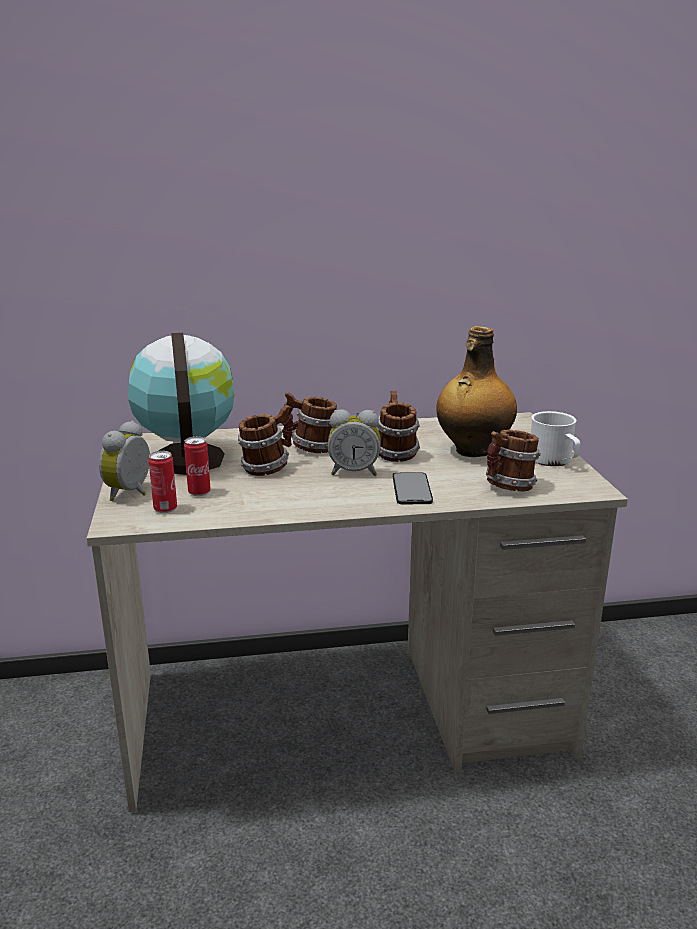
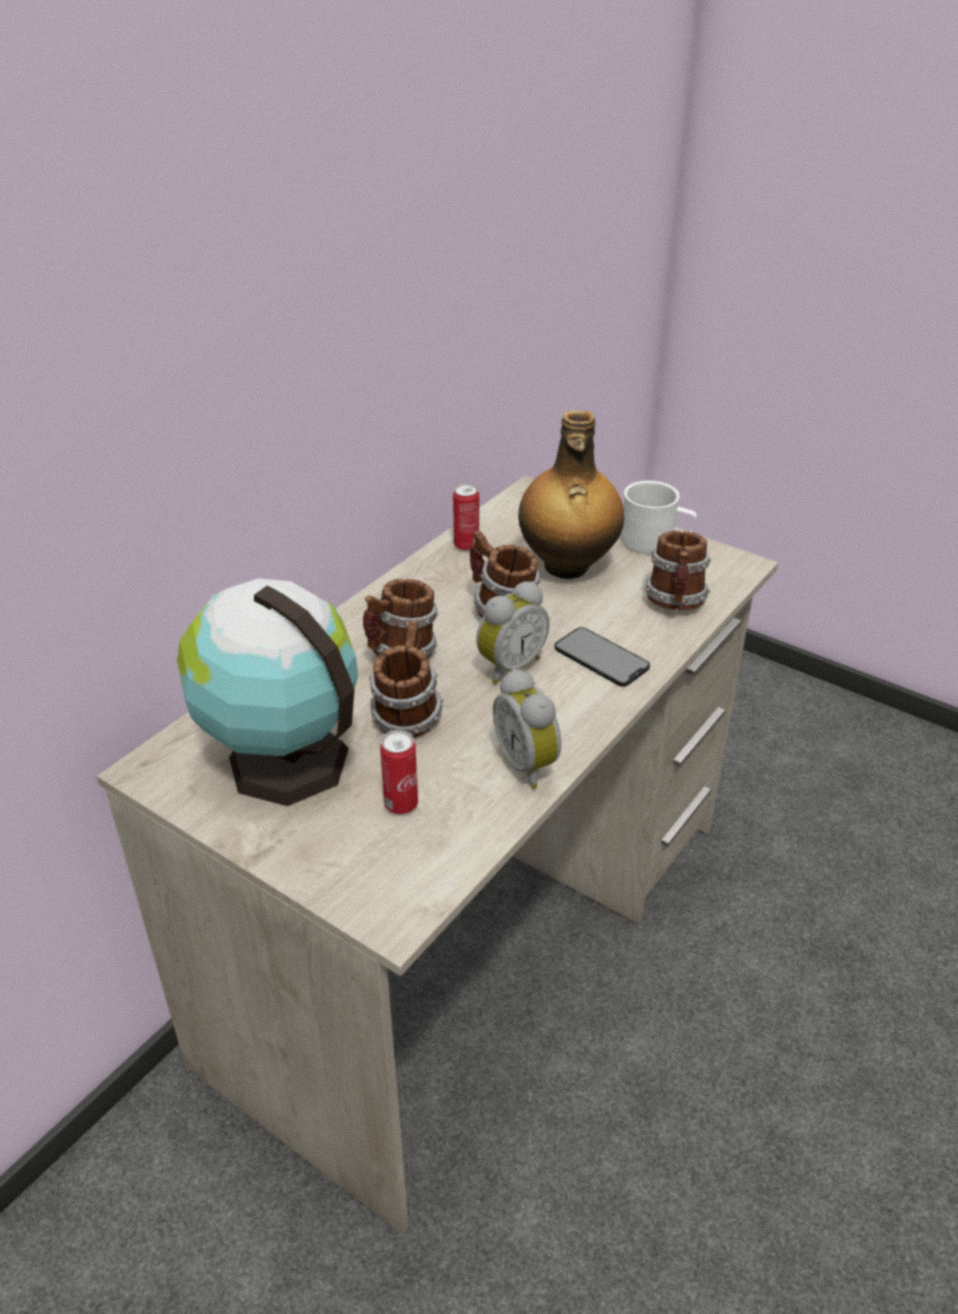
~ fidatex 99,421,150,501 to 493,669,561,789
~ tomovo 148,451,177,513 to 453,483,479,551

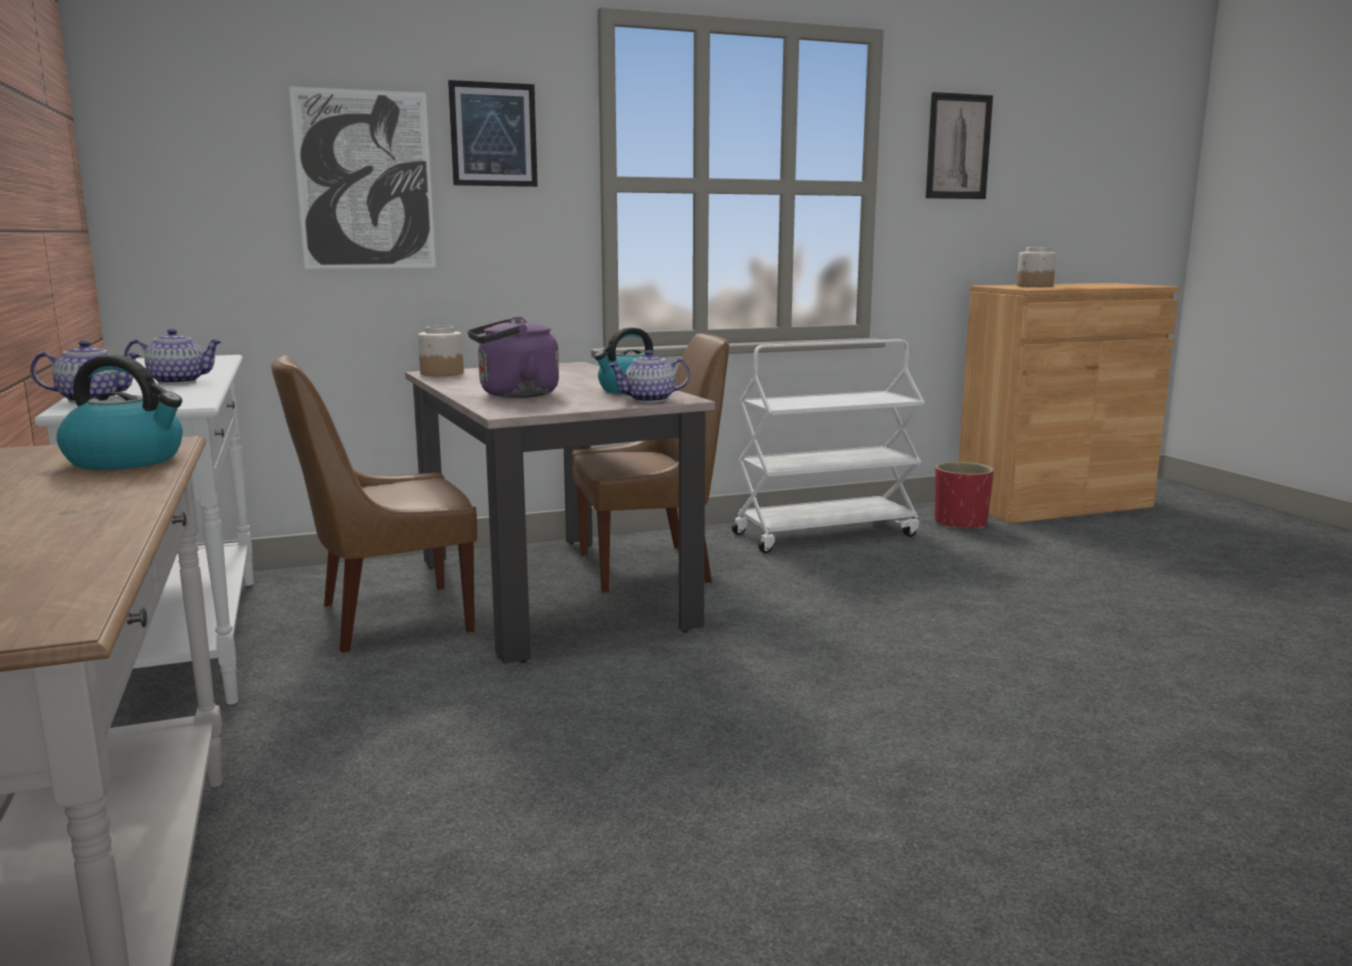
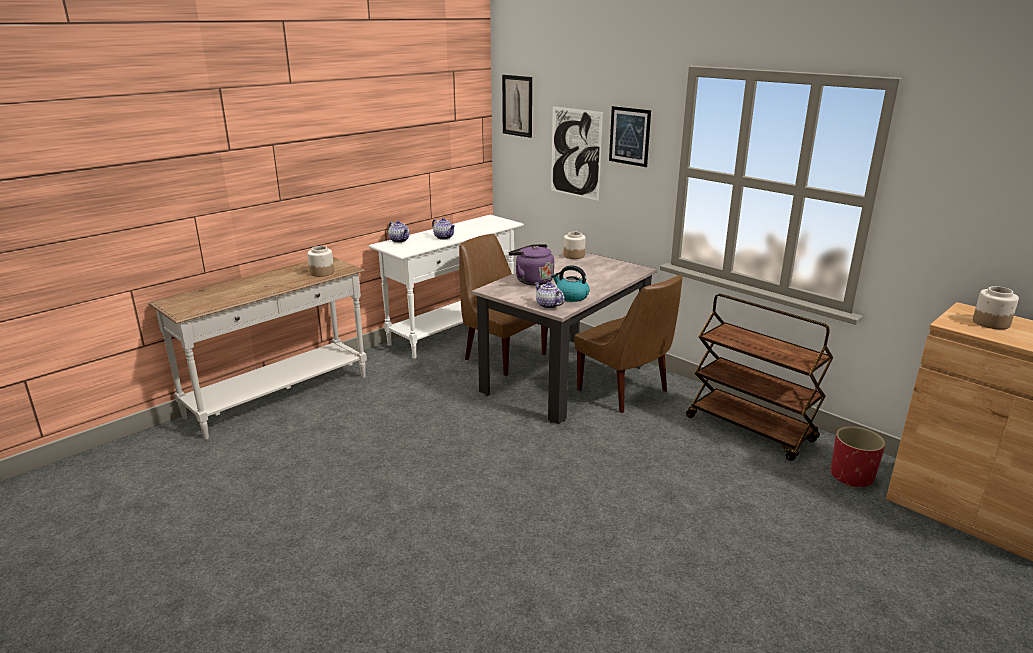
~ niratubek 926,92,993,199 to 502,75,532,138
~ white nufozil 732,339,925,553 to brown nufozil 686,294,833,461
~ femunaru 57,355,183,470 to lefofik 307,246,334,277

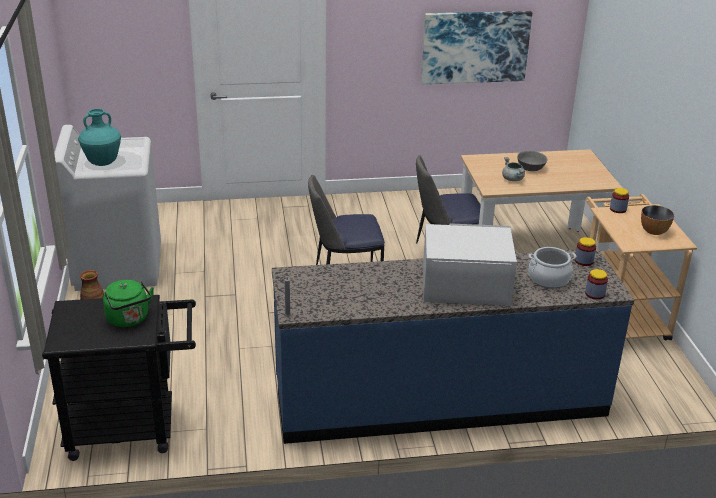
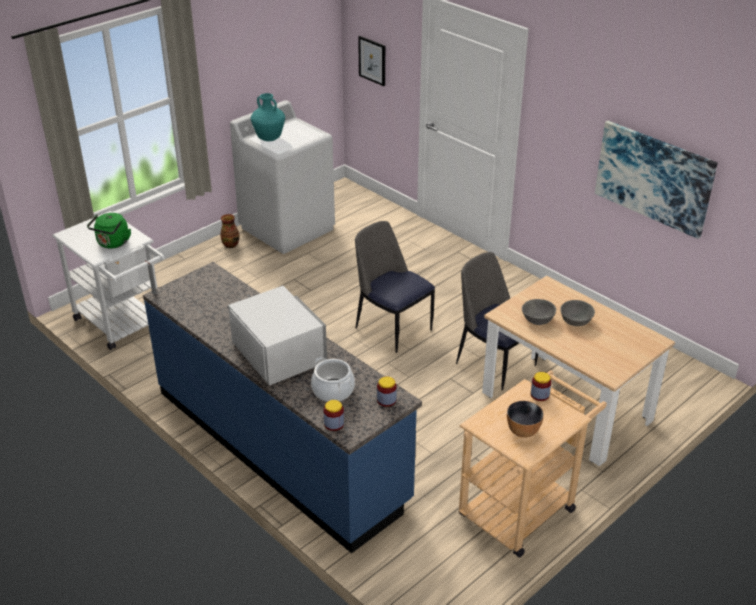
~ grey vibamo 502,157,525,181 to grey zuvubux 522,299,556,325
~ black nufozil 42,295,196,461 to white nufozil 52,211,165,350
+ niratubek 358,36,385,86

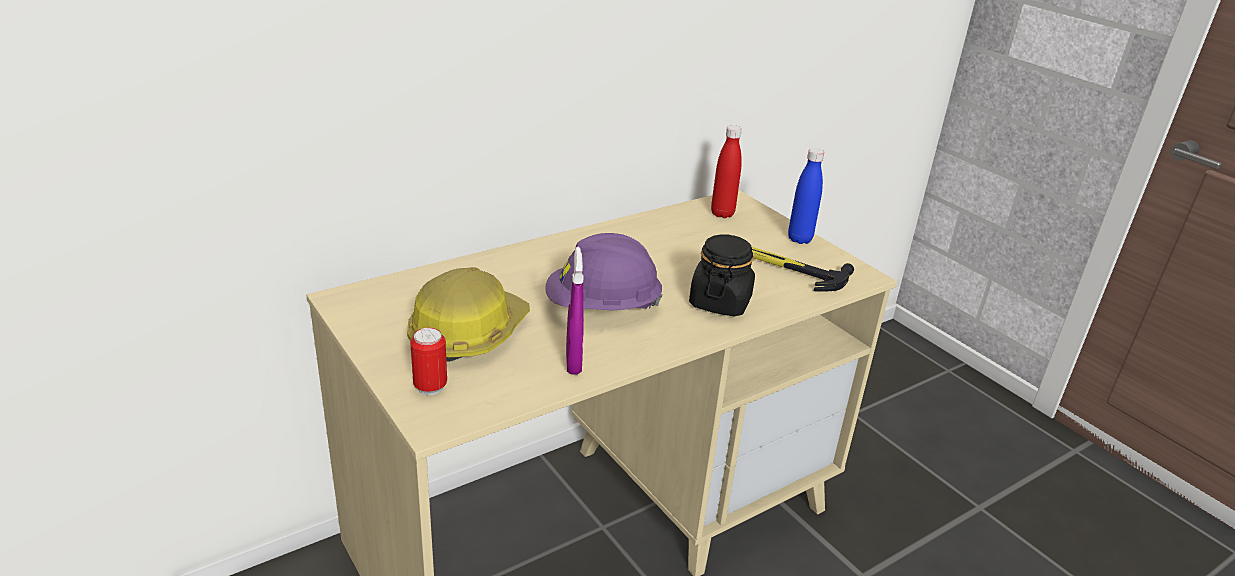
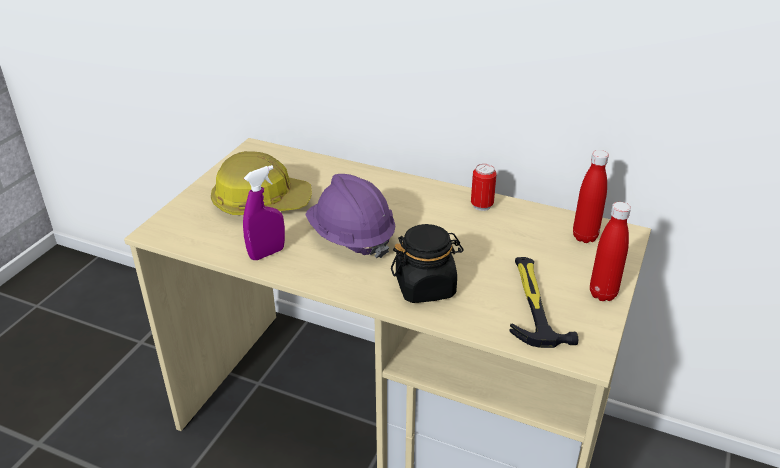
~ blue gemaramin 788,148,824,244 to red gemaramin 590,202,631,301
~ tomovo 410,327,447,395 to 471,164,497,211

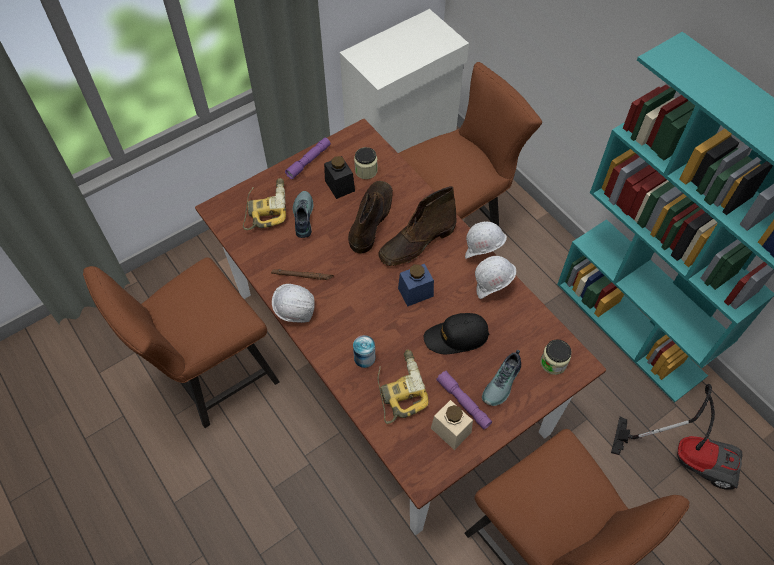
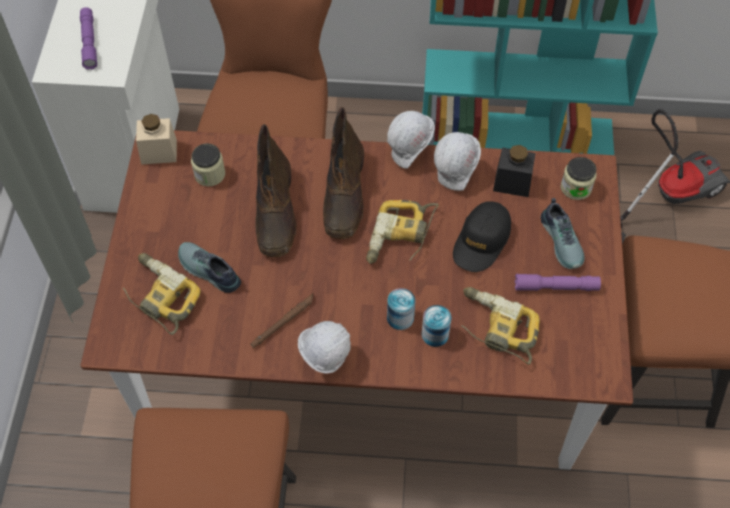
~ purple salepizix 285,138,331,179 to 80,7,97,70
~ black lefofik 324,156,355,199 to 493,145,536,197
~ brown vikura 348,181,393,254 = 255,124,296,257 150 degrees counterclockwise
~ blue lefofik 398,264,434,307 to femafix 366,200,439,264
~ beige lefofik 431,400,473,450 to 136,114,177,165
+ tomovo 387,288,415,330

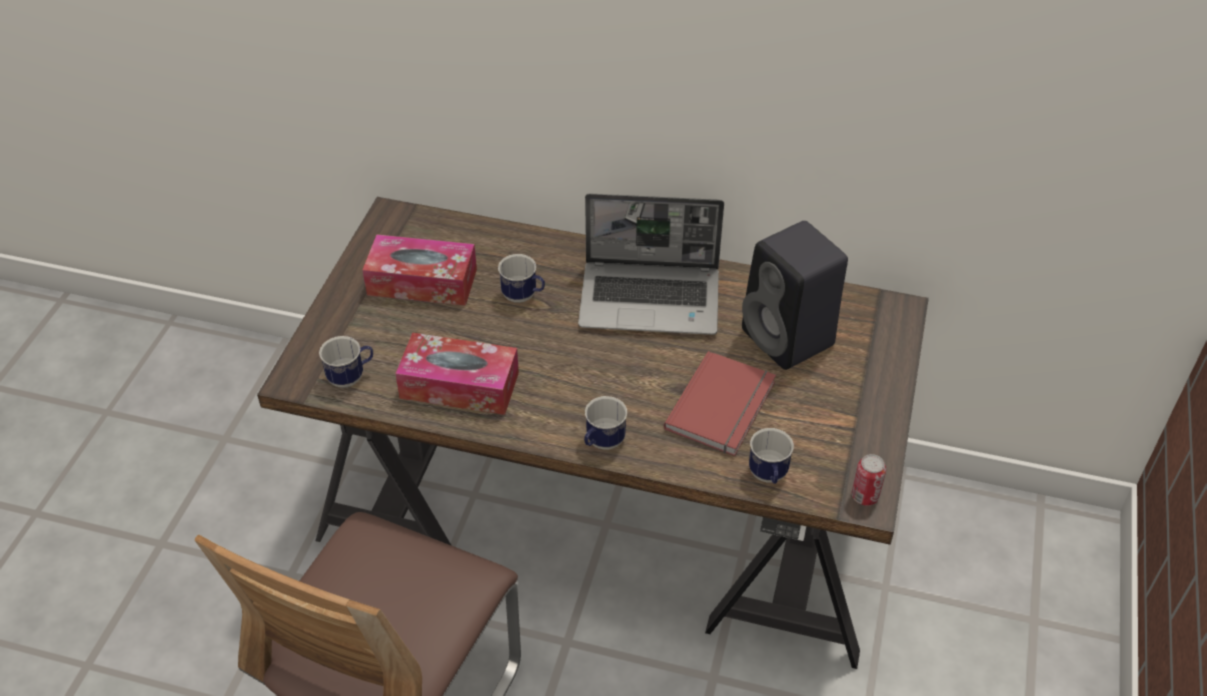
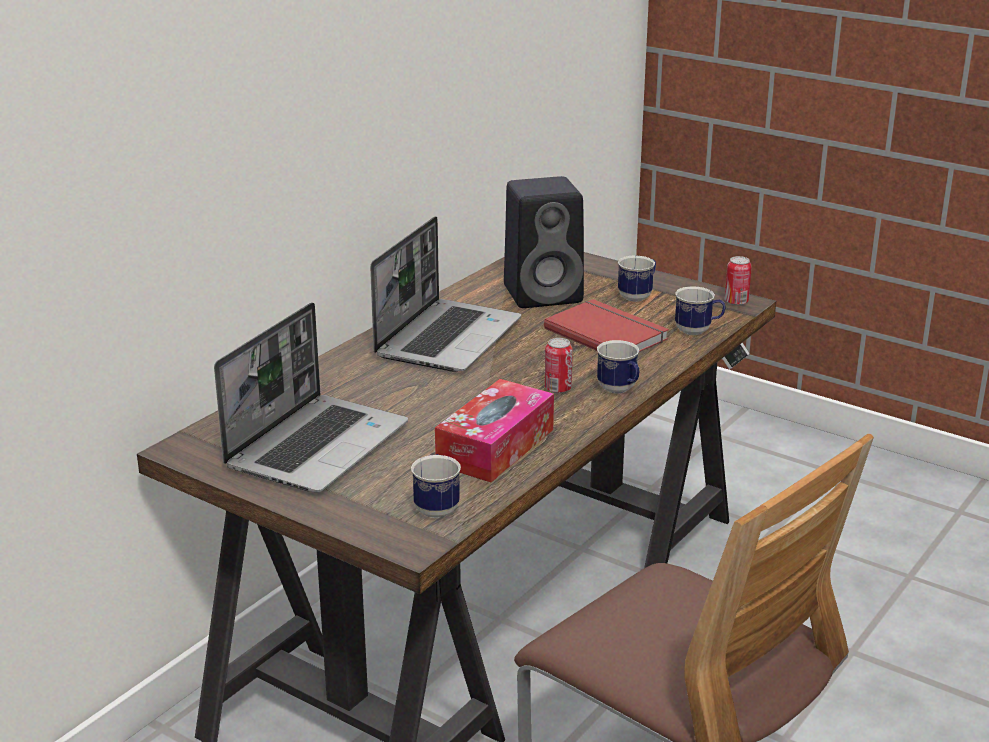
~ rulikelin 362,234,477,306 to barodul 214,302,408,492
~ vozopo 498,254,545,303 to 618,255,656,302
+ tomovo 545,338,573,393

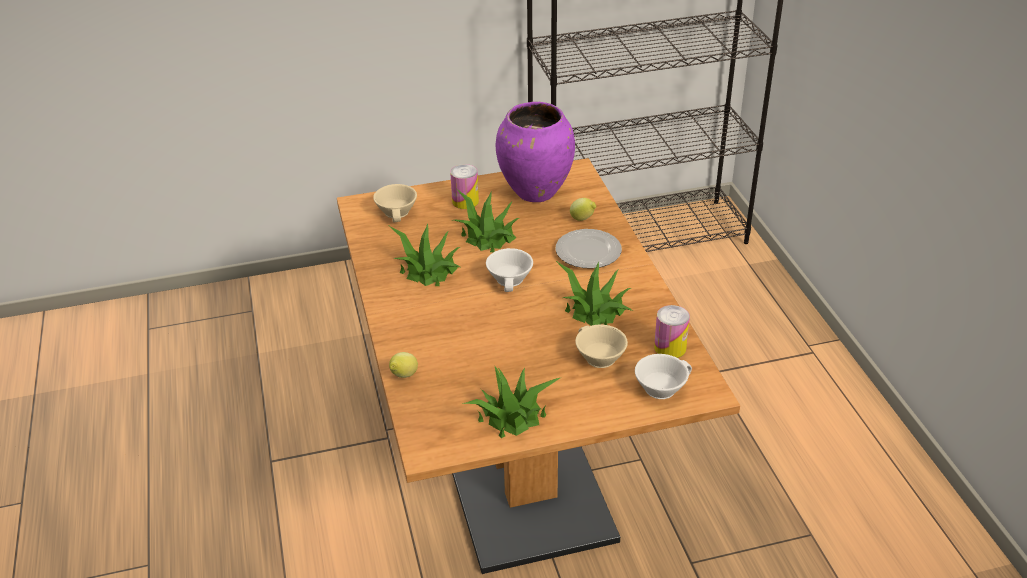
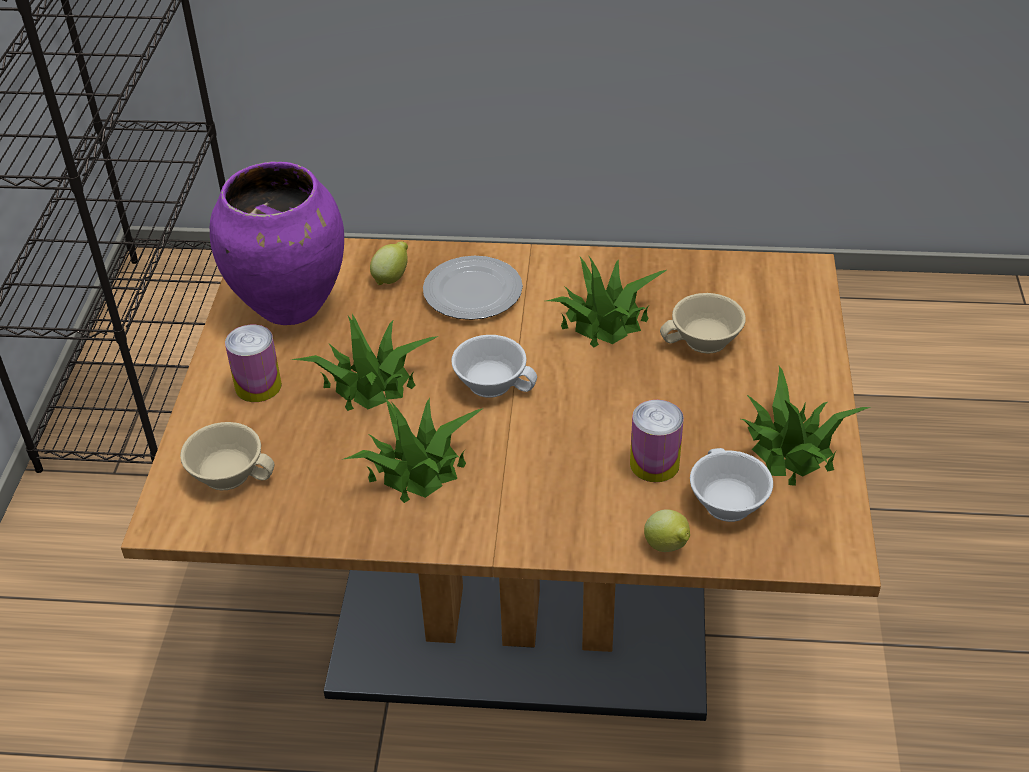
~ tomovo 654,305,690,358 to 630,400,684,482
~ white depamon 635,354,692,399 to 690,448,773,522

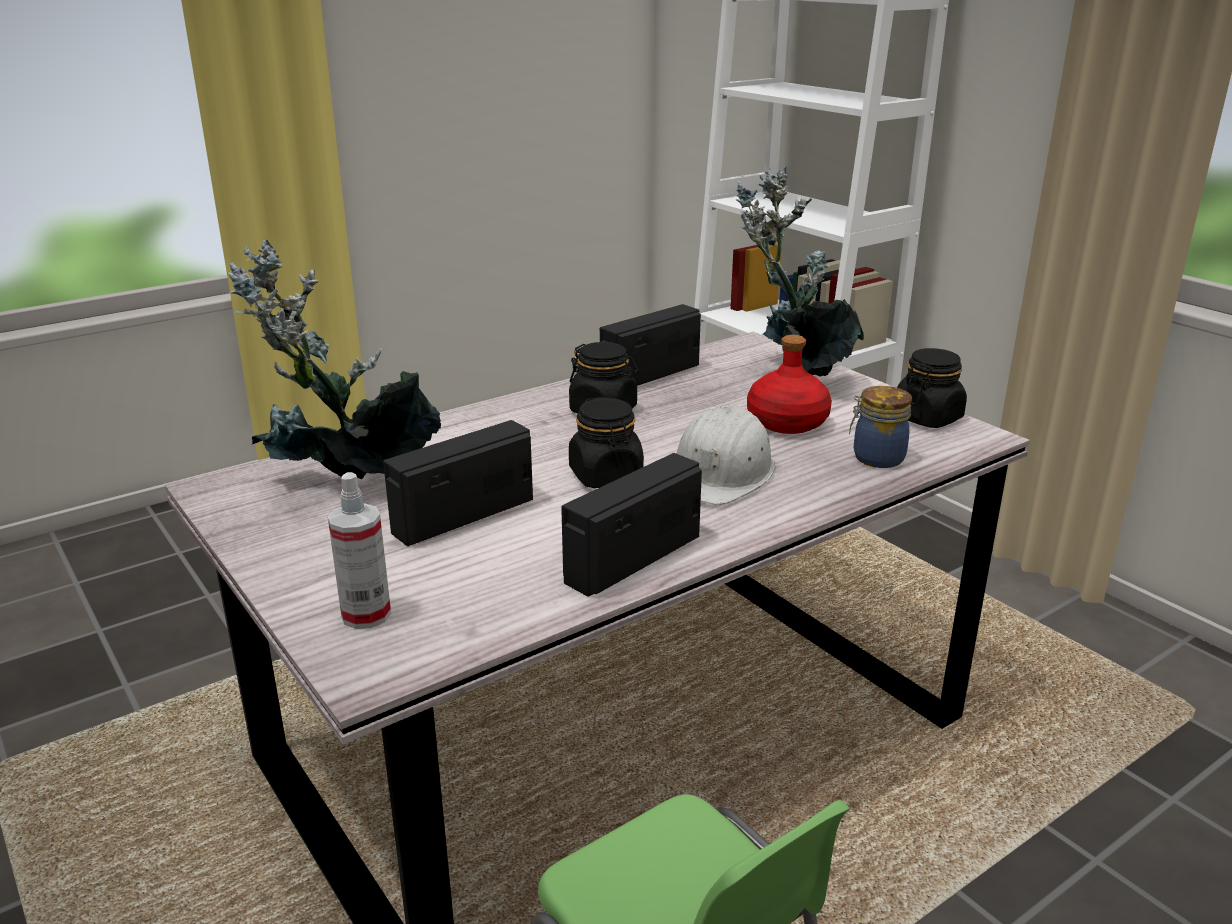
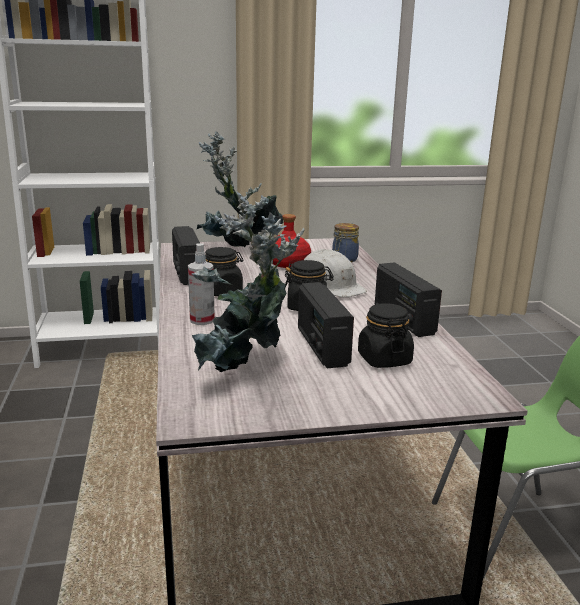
~ black lefofik 897,348,967,428 to 358,303,414,368
~ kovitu 328,472,391,629 to 188,243,215,325

